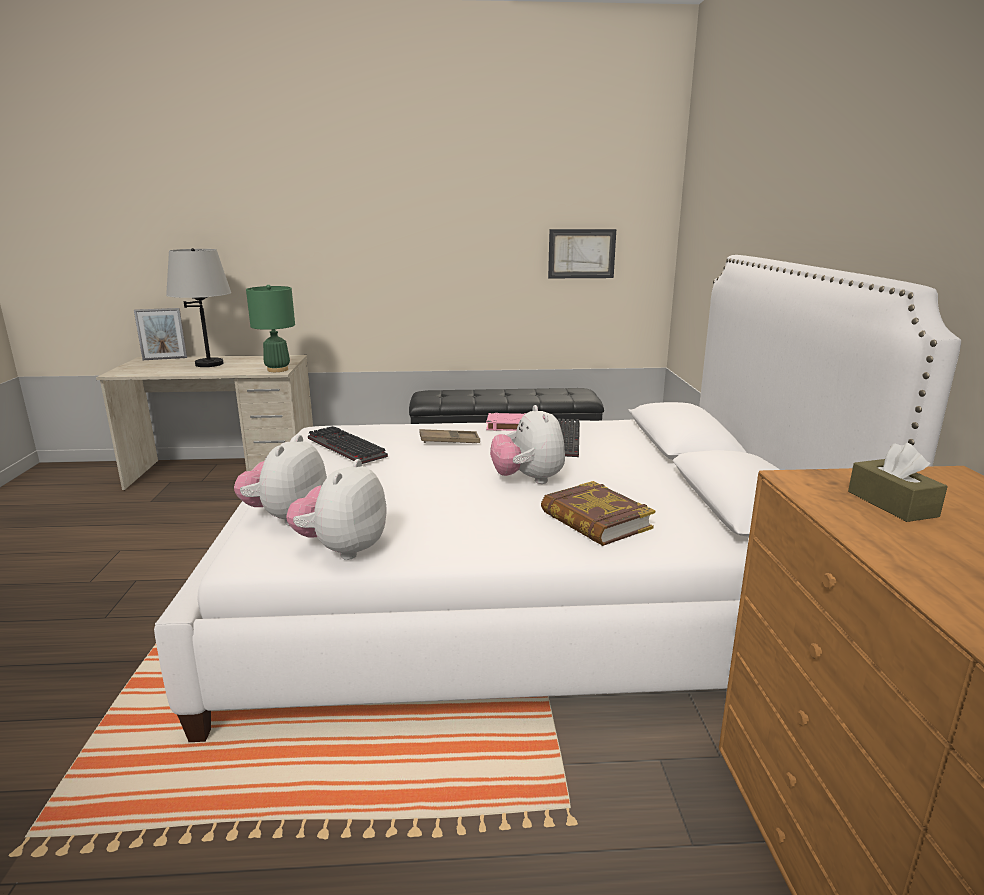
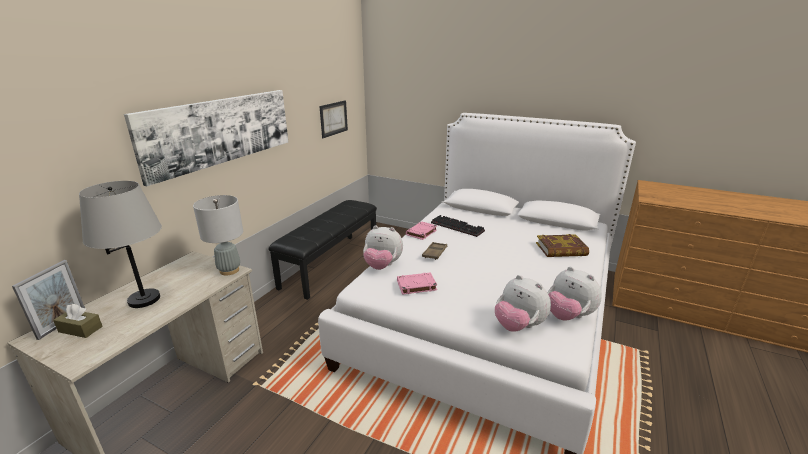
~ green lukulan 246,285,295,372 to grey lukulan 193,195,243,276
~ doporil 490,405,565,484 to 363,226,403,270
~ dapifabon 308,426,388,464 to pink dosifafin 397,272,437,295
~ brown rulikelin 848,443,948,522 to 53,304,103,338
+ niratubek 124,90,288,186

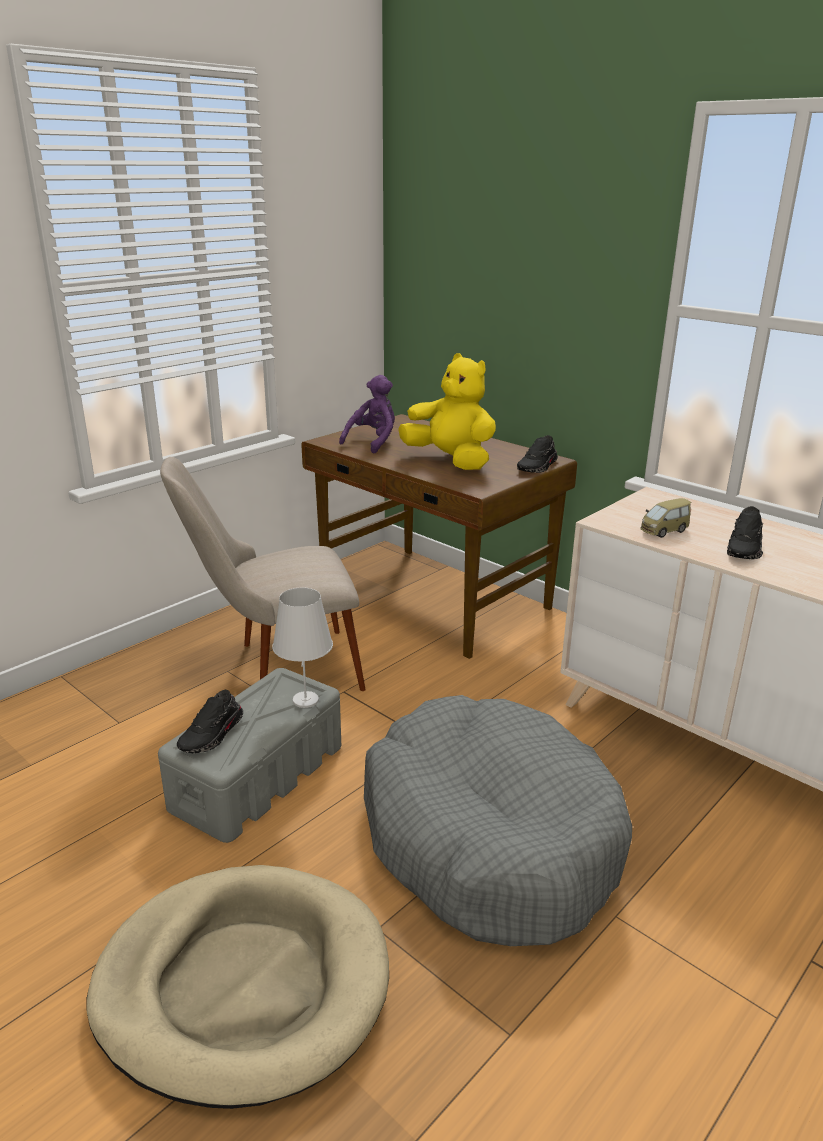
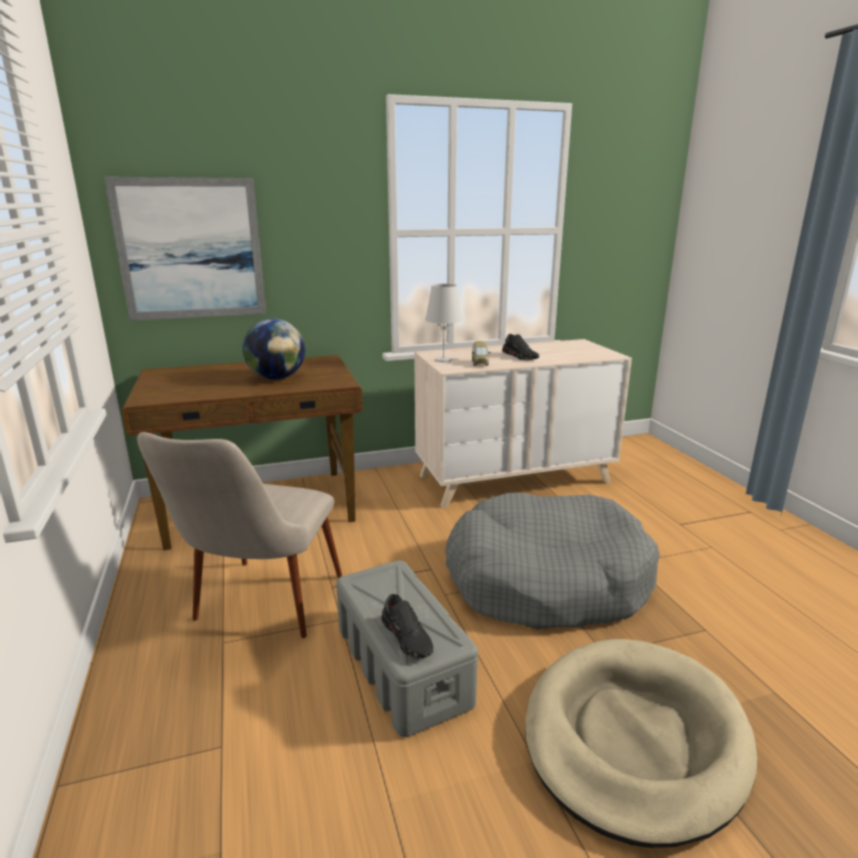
~ yellow doporil 398,353,496,470 to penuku 243,319,305,380
- purple doporil 339,375,395,453
- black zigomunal 517,435,558,473
~ white lukulan 272,588,333,708 to 425,284,463,362
+ niratubek 104,177,266,321

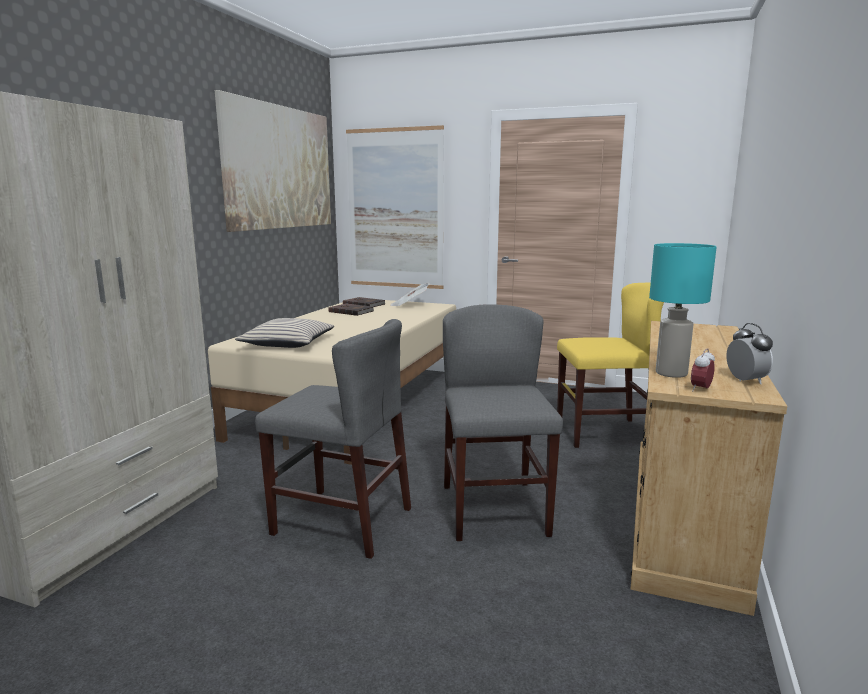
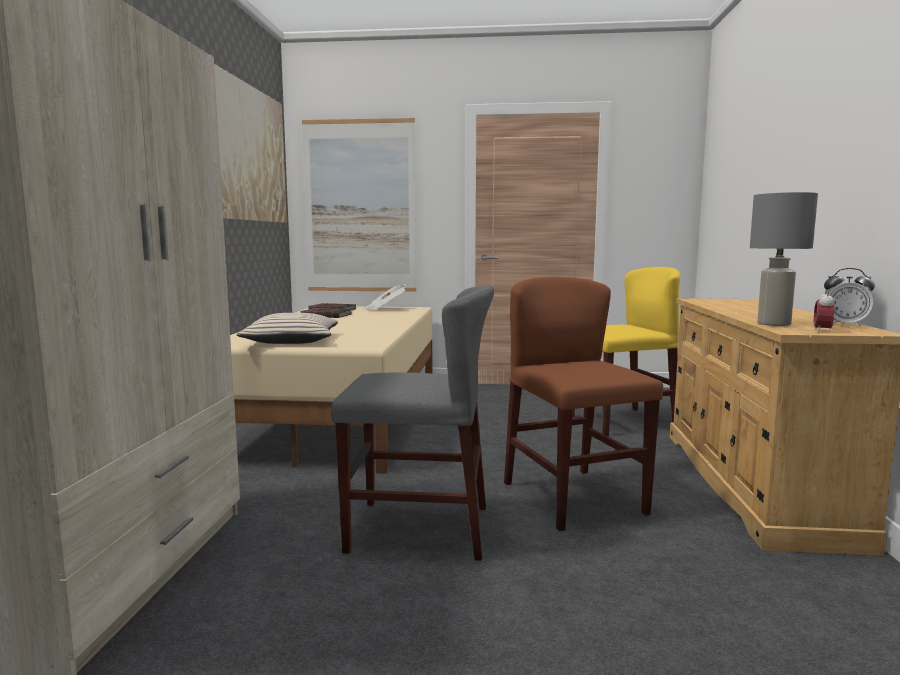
~ turquoise lukulan 649,243,717,378 to grey lukulan 750,192,818,326
~ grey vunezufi 443,305,563,541 to brown vunezufi 504,277,663,531
~ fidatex 726,323,773,384 = 824,268,875,327 135 degrees clockwise

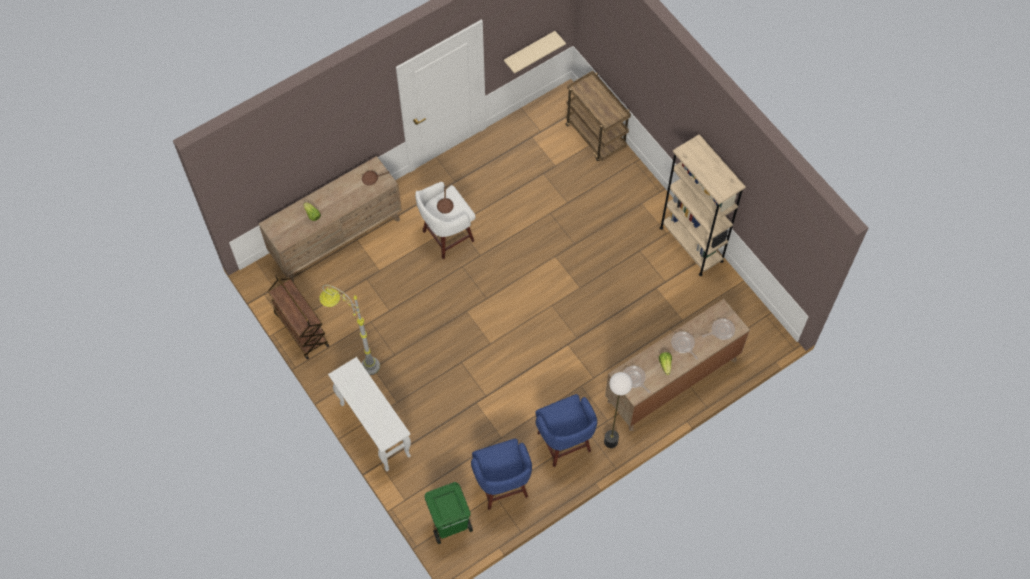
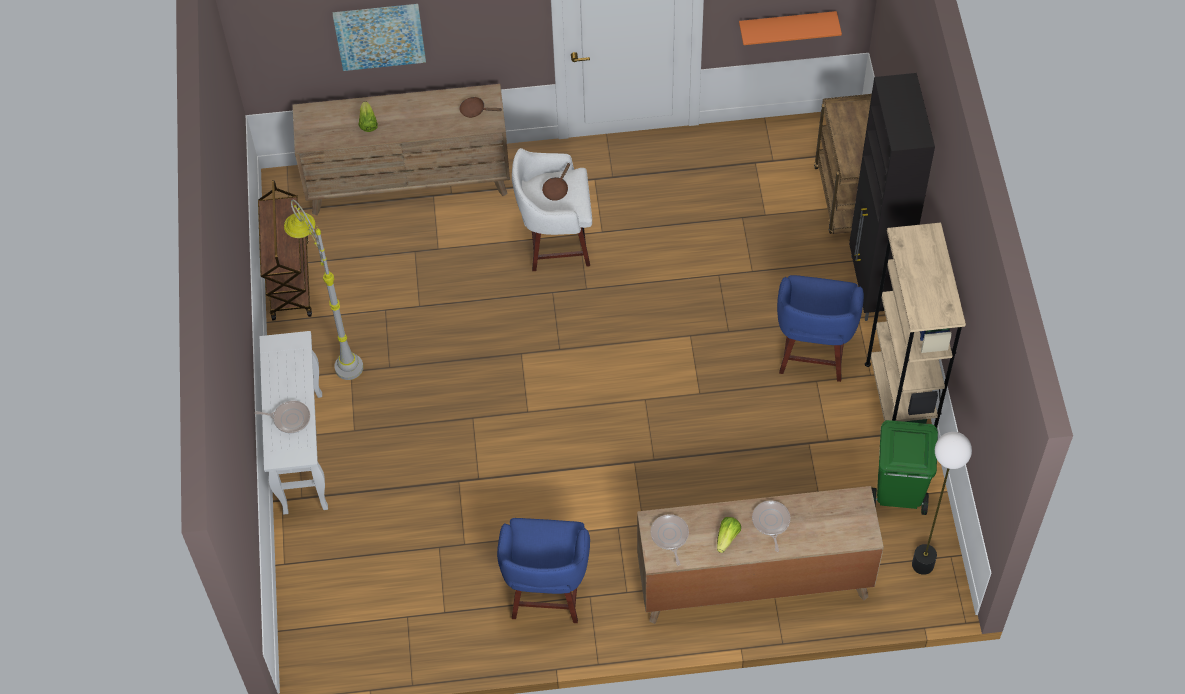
~ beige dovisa 504,31,566,74 to orange dovisa 739,11,842,45
~ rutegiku 702,318,735,340 to 255,401,310,433
~ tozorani 604,372,632,448 to 912,432,972,575
~ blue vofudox 471,439,532,510 to 777,275,864,382
~ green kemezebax 425,482,473,544 to 872,420,938,515
+ niratubek 333,4,426,71
+ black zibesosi 849,73,935,321

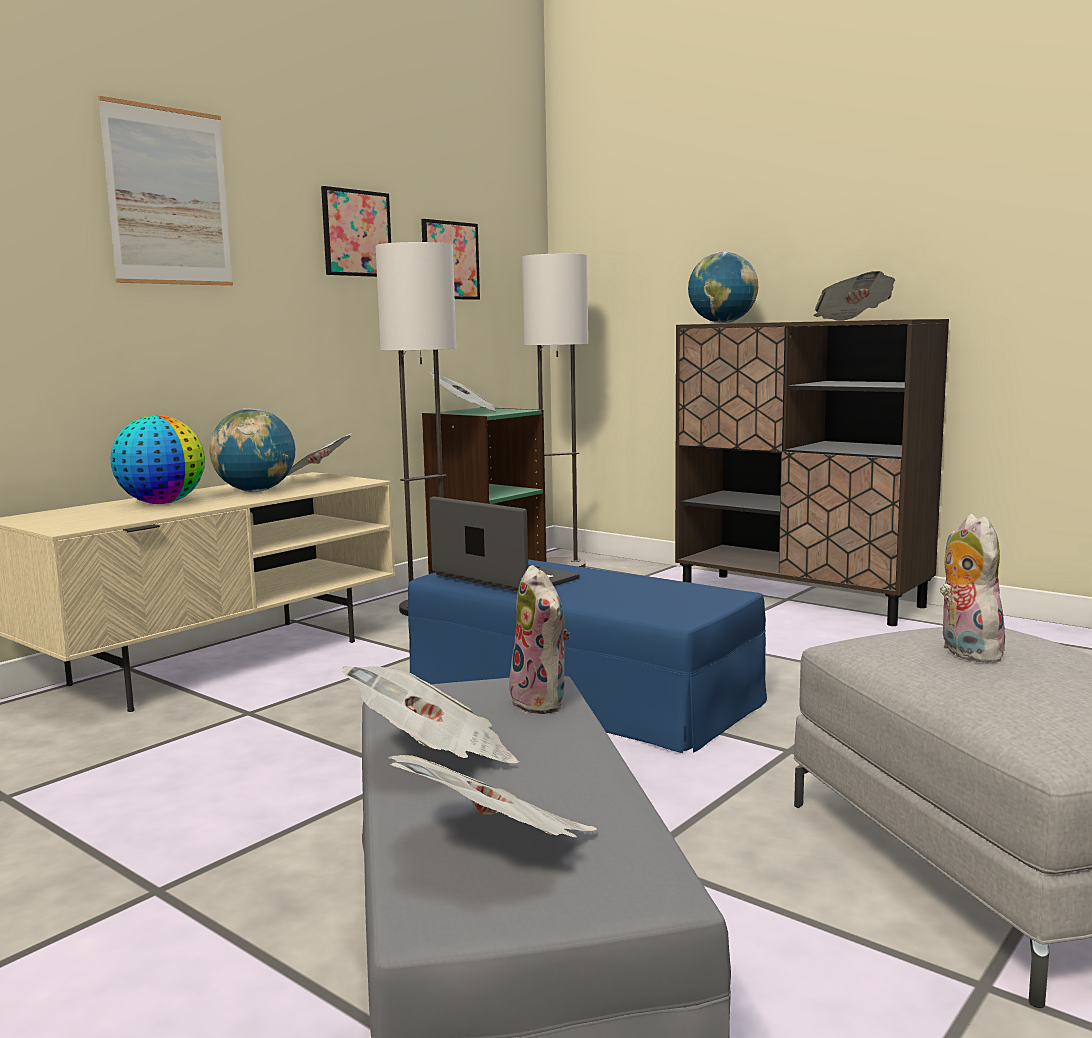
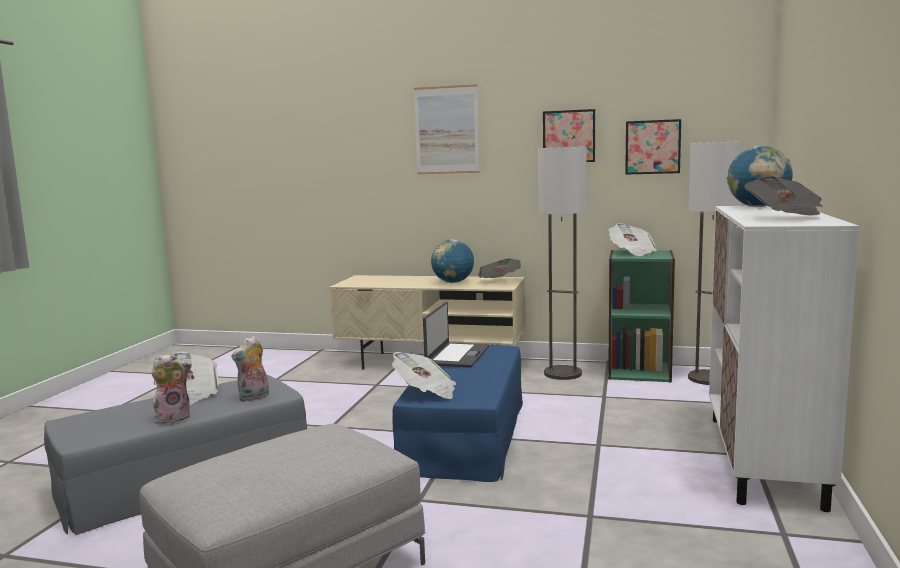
~ brown zibesosi 675,319,949,626 to white zibesosi 709,206,859,512
- penuku 110,415,205,504
~ doporil 940,514,1005,663 to 151,353,192,424
~ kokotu 388,755,597,838 to 392,352,456,399

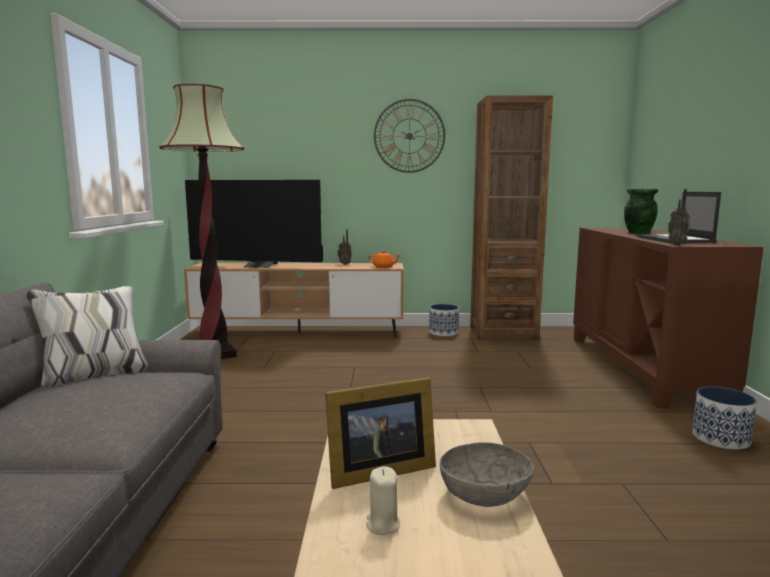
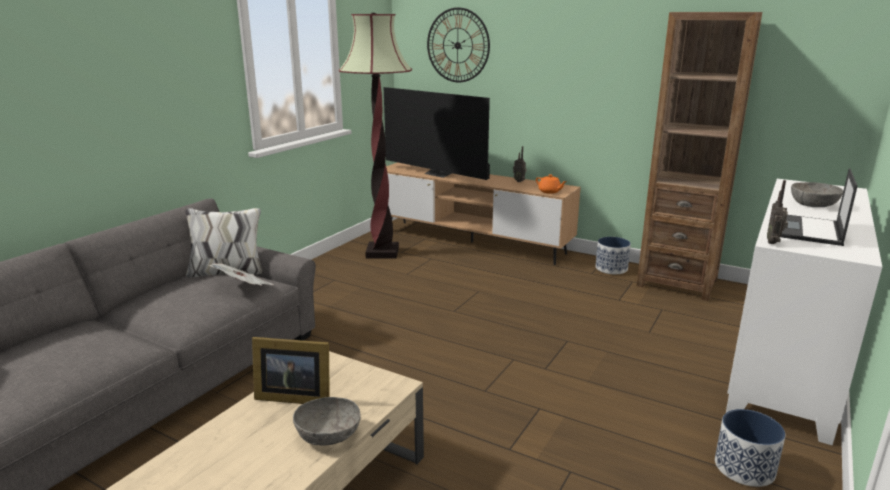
~ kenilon 374,99,445,173 to 427,7,490,82
~ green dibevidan 624,189,658,234 to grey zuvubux 791,182,843,207
~ brown zibesosi 573,228,764,408 to white zibesosi 726,179,882,445
- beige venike 366,466,400,535
+ kokotu 209,263,274,286

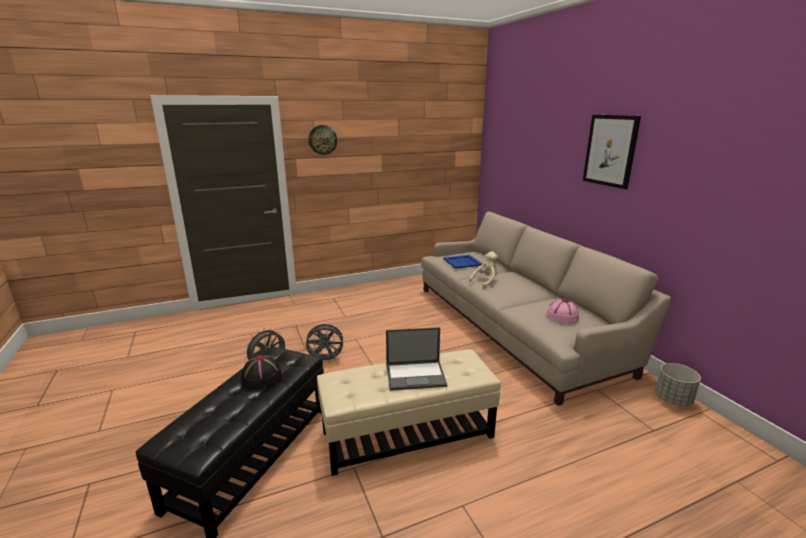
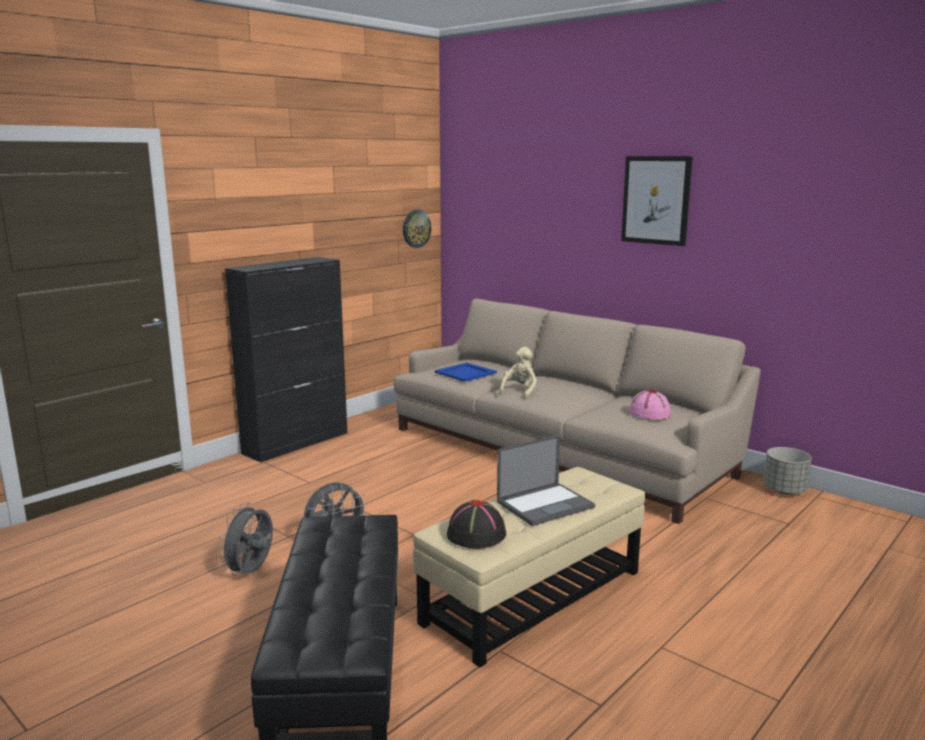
~ kenilon 308,125,337,155 to 403,210,431,248
~ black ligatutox 240,355,282,389 to 447,500,506,549
+ black zibesosi 225,257,347,463

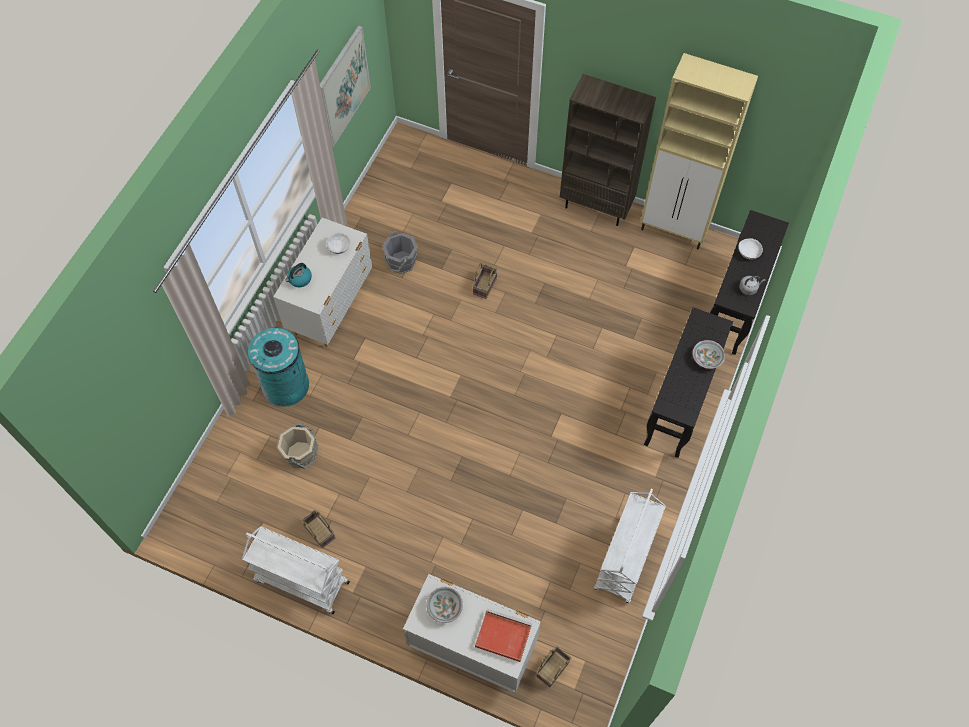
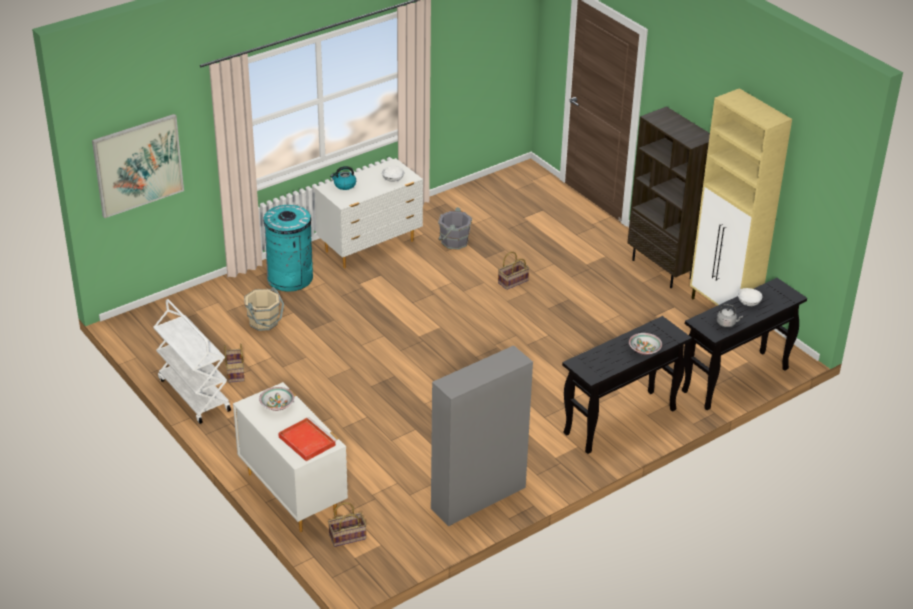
~ niratubek 320,25,371,147 to 92,114,184,218
~ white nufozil 594,489,666,603 to grey zibesosi 431,345,533,526

